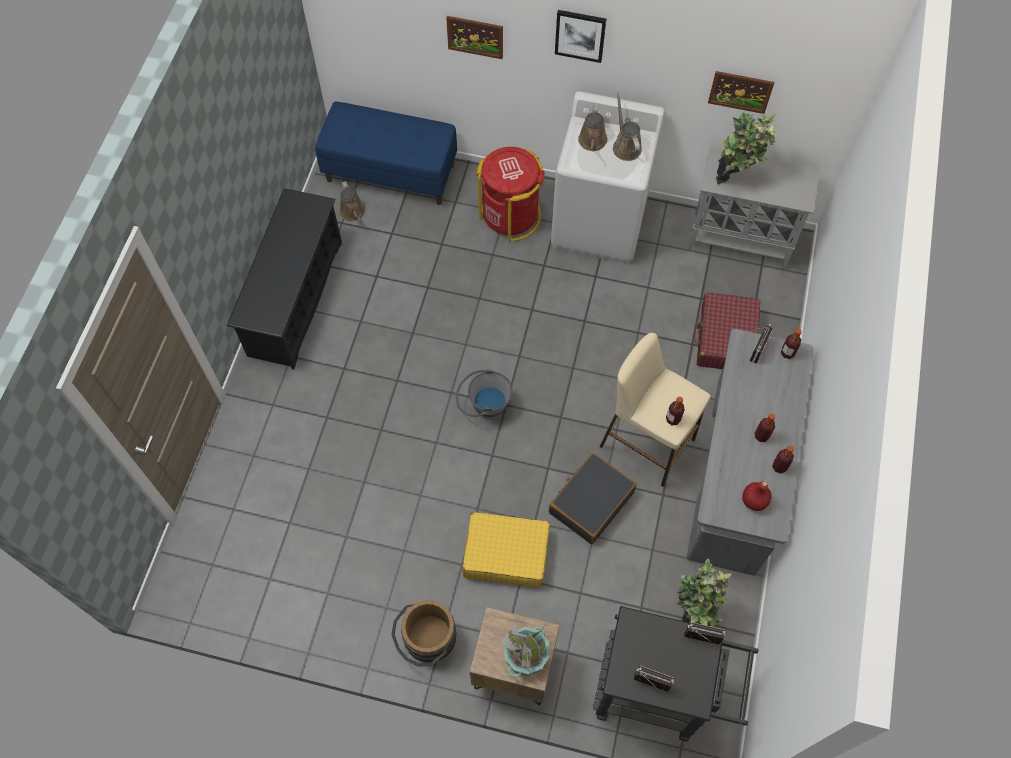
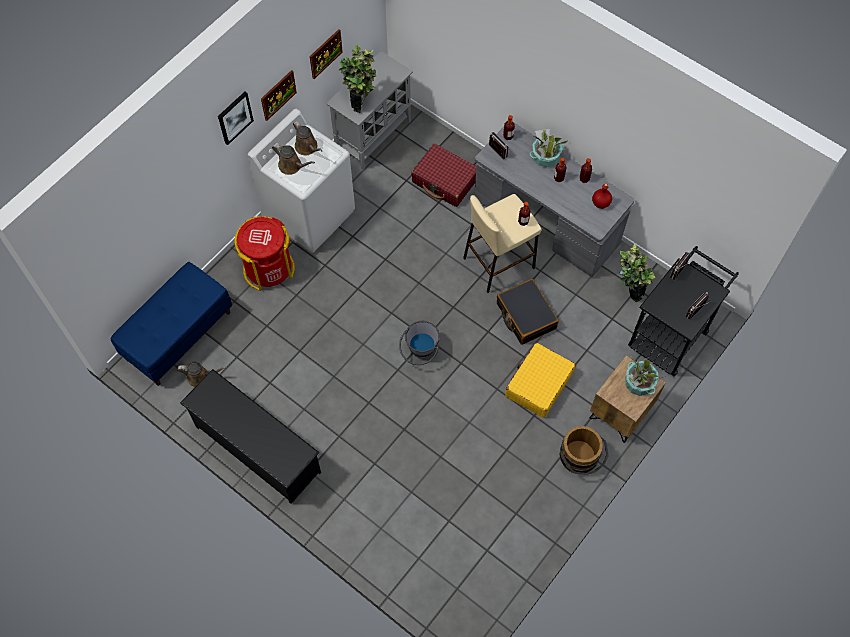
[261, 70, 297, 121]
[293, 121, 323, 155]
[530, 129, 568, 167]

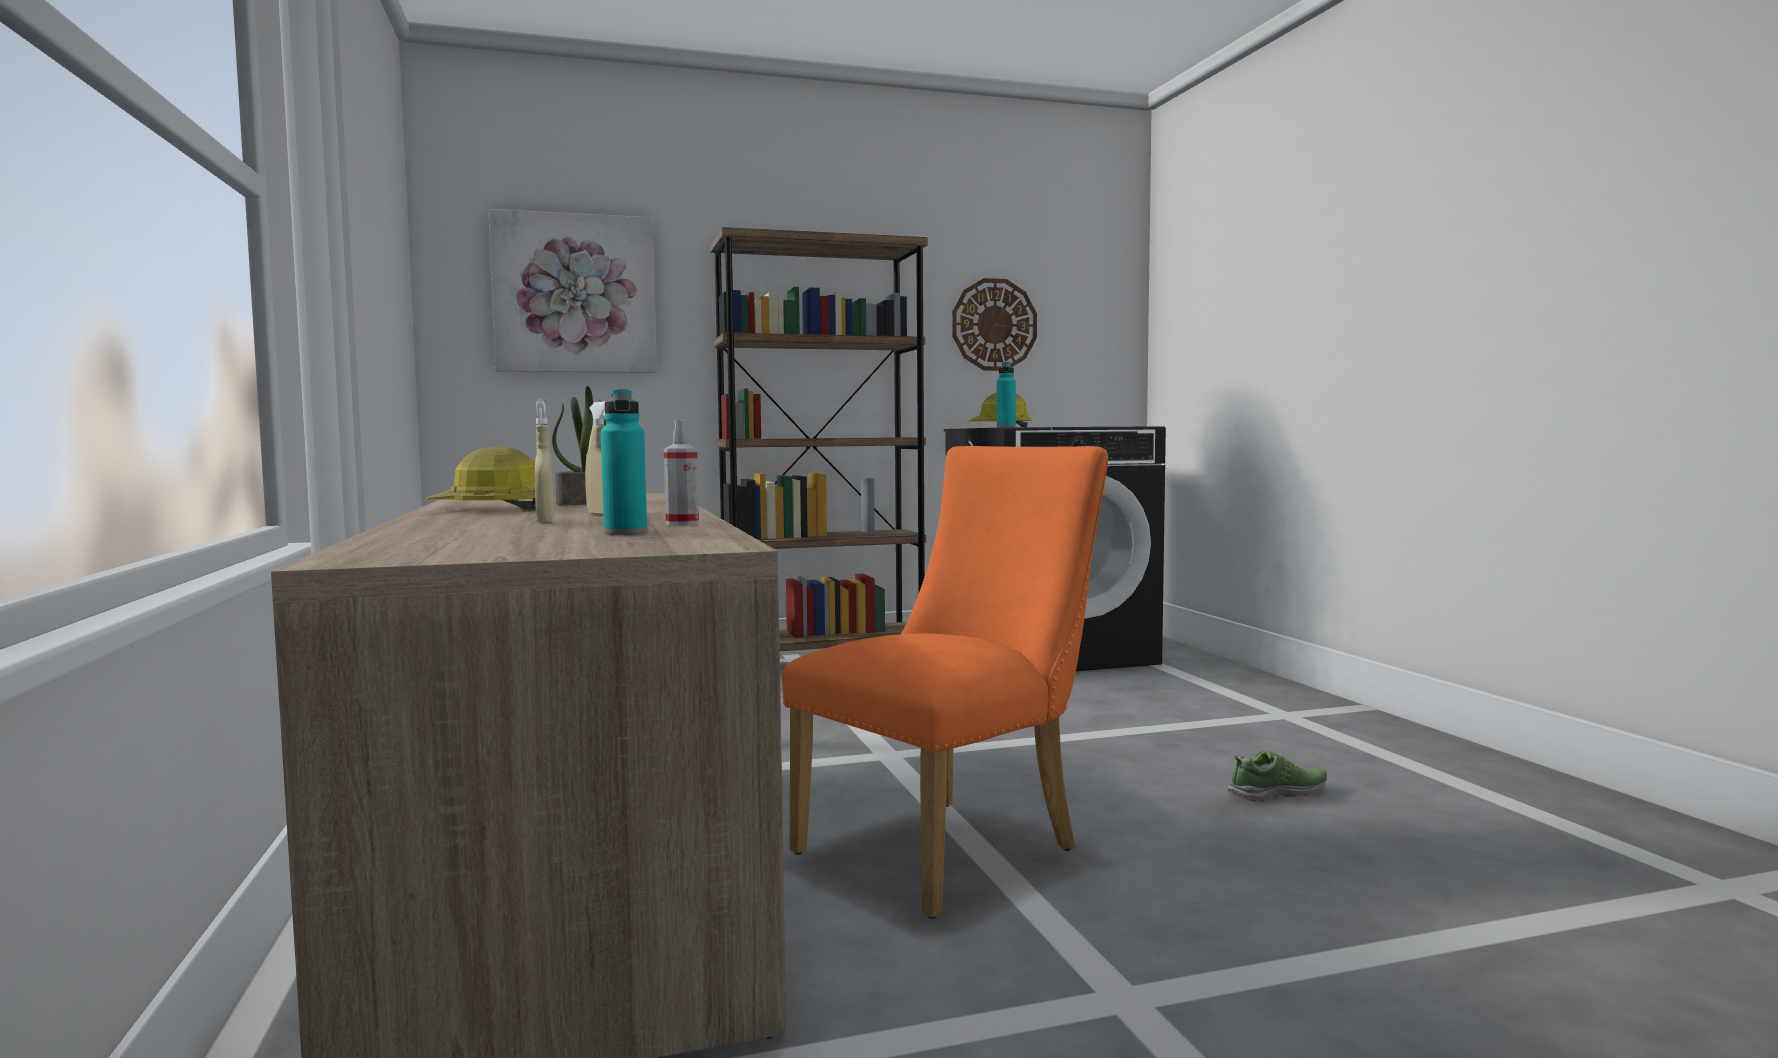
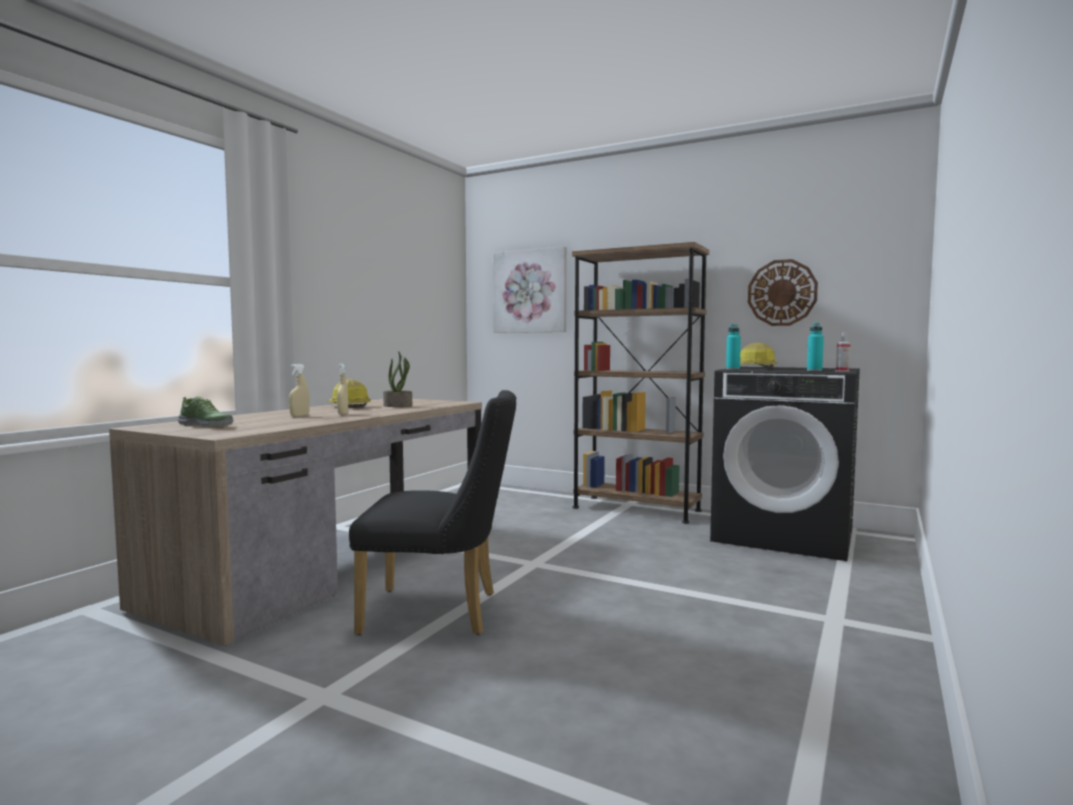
[807, 323, 824, 371]
[836, 332, 851, 372]
[349, 390, 516, 635]
[178, 397, 233, 427]

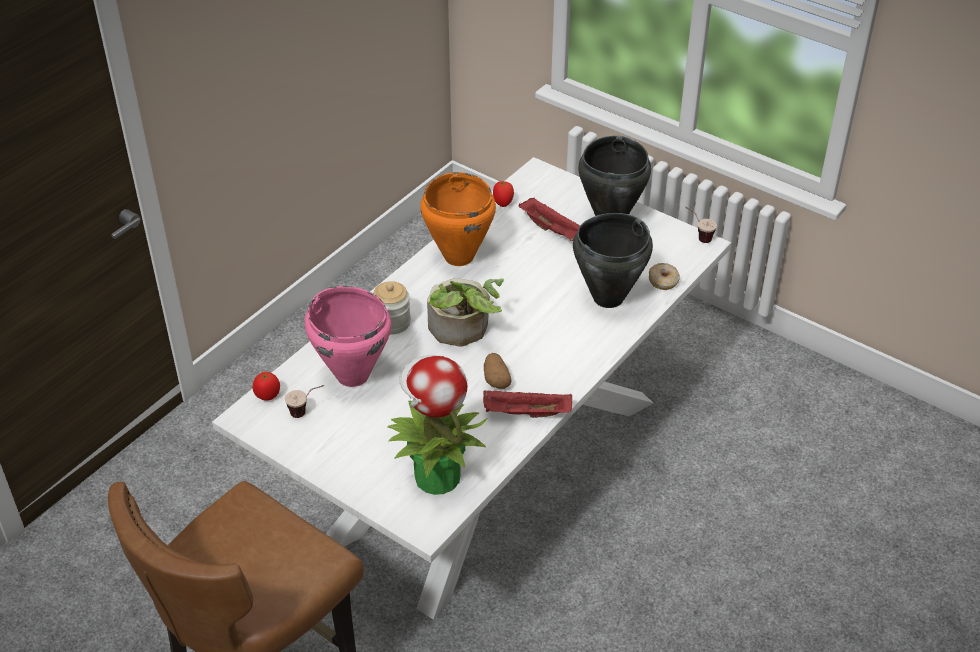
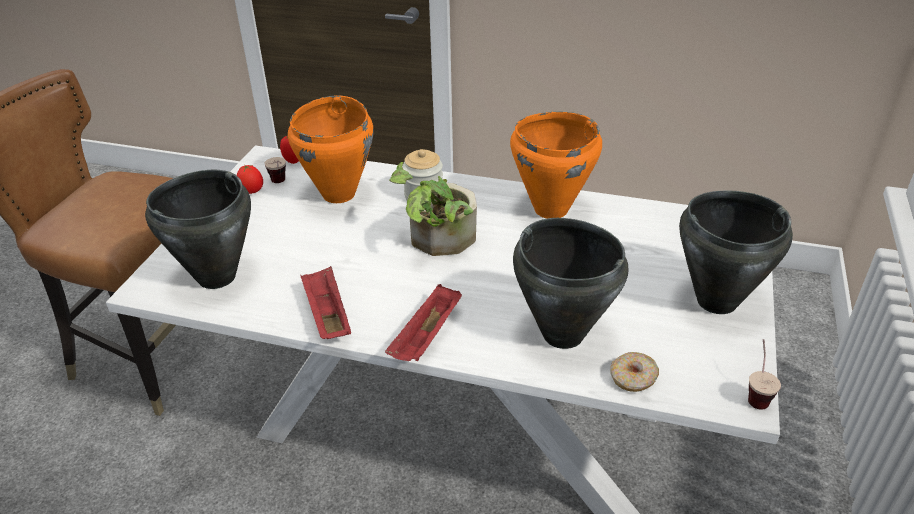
[237, 165, 263, 194]
[385, 284, 462, 361]
[288, 95, 374, 203]
[484, 353, 511, 389] (first image)
[145, 170, 251, 289]

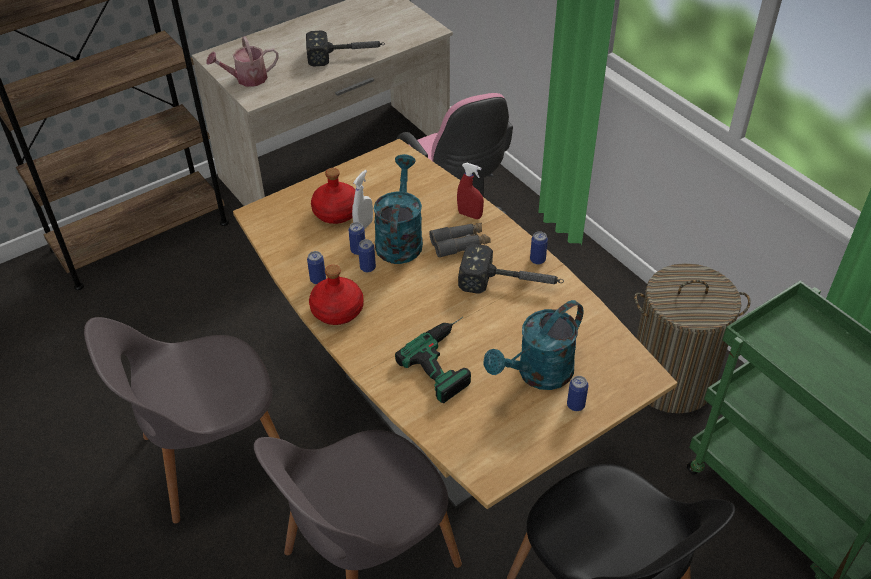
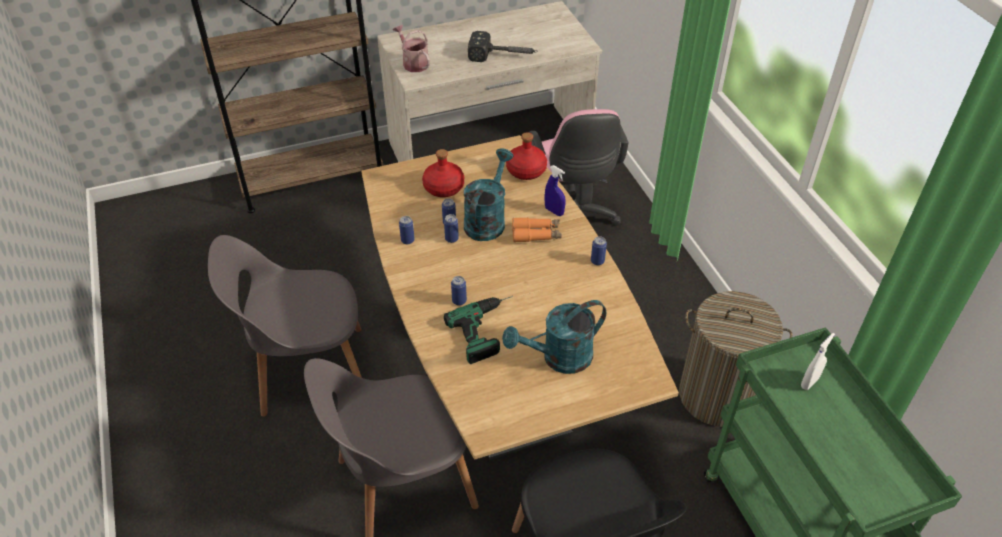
[393, 25, 430, 72]
[545, 165, 566, 216]
[801, 333, 835, 390]
[512, 218, 561, 242]
[458, 244, 564, 294] (first image)
[506, 132, 547, 180]
[451, 276, 467, 306]

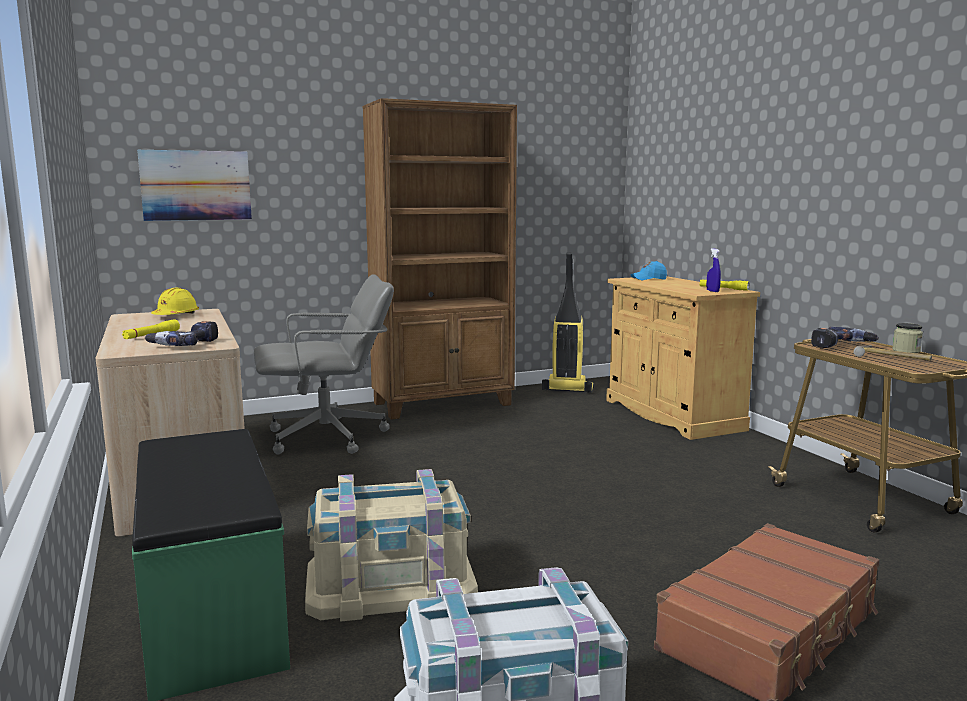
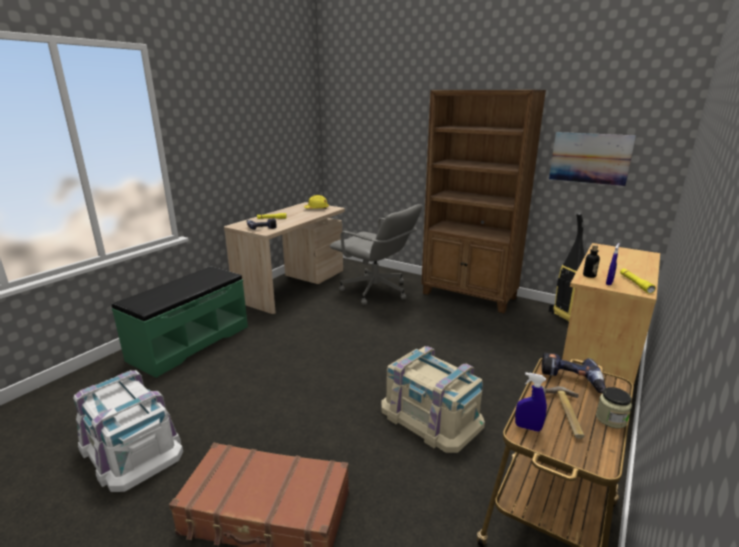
[549, 132, 636, 186]
[631, 261, 667, 280] (first image)
[381, 346, 485, 453]
[583, 245, 600, 278]
[515, 372, 547, 432]

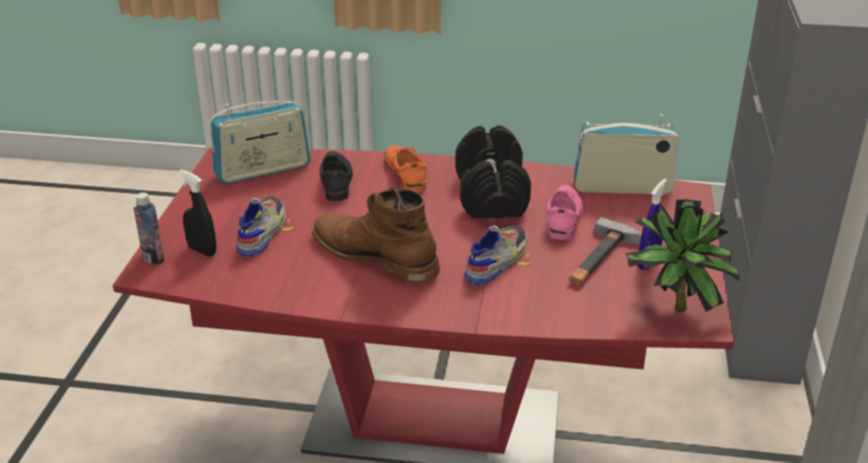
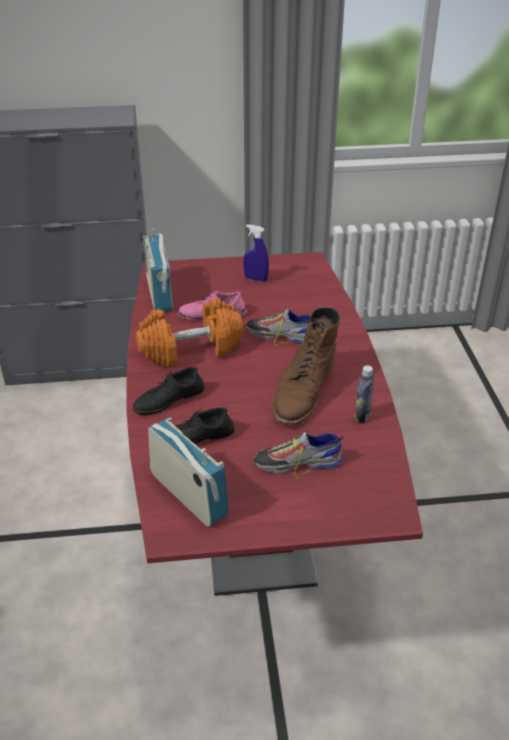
[136, 299, 244, 367]
[133, 366, 204, 415]
[179, 170, 216, 256] (first image)
[355, 365, 375, 424]
[626, 200, 739, 312] (first image)
[569, 217, 642, 285] (first image)

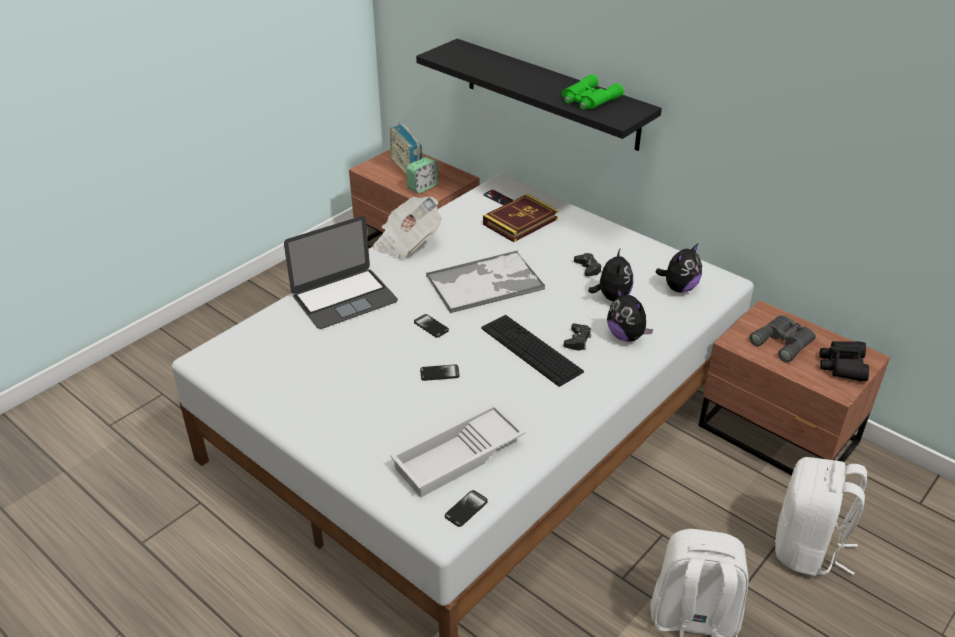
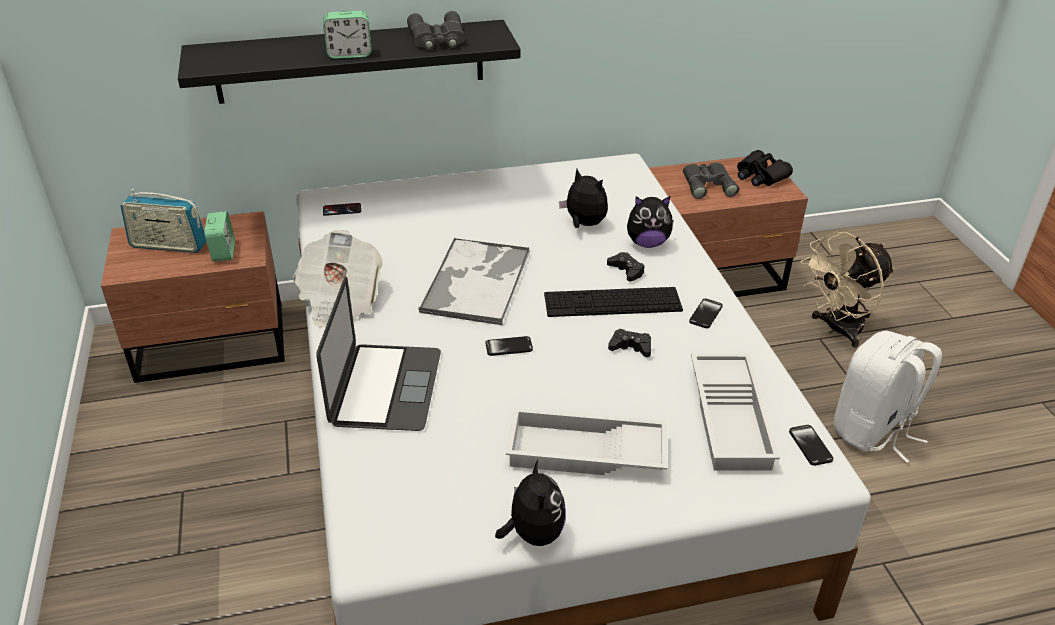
[407, 11, 465, 50]
[483, 194, 558, 242] (first image)
[495, 460, 566, 546]
[608, 329, 651, 357]
[689, 299, 723, 328]
[800, 232, 895, 348]
[323, 11, 371, 59]
[506, 408, 667, 475]

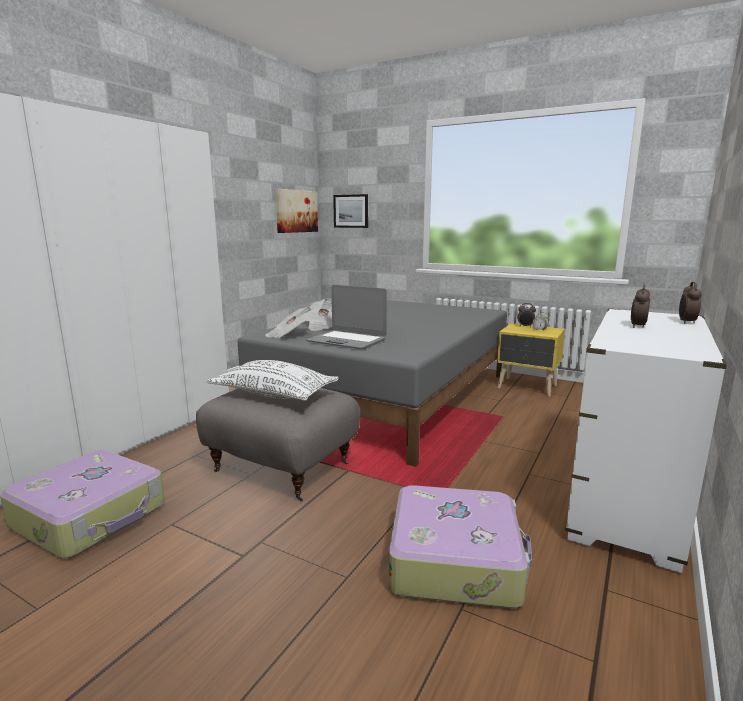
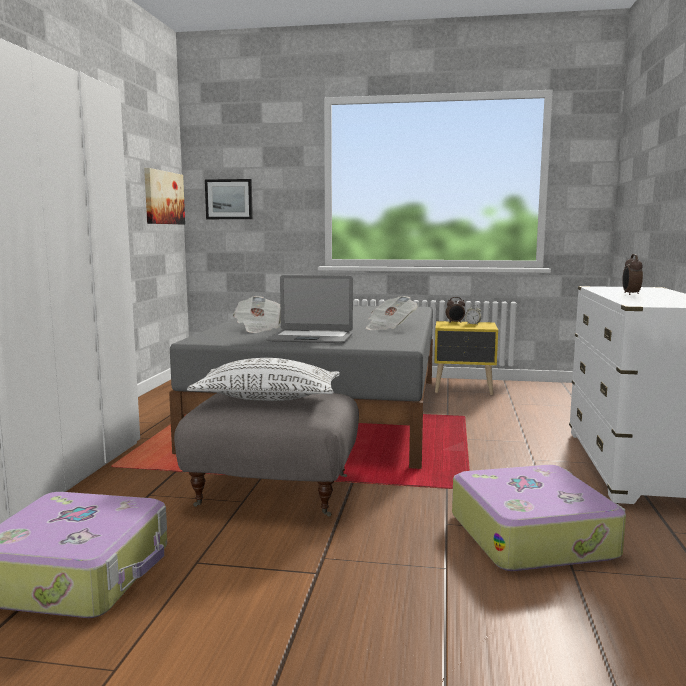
[679, 282, 701, 324] (first image)
[366, 296, 417, 330]

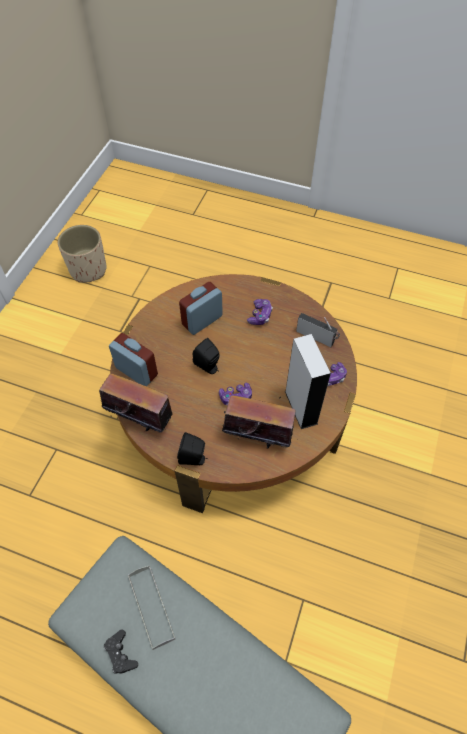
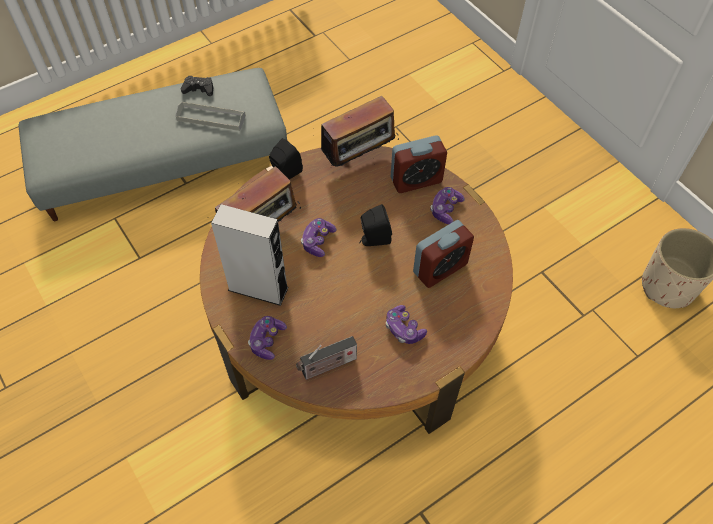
[413, 220, 474, 288]
[430, 187, 465, 224]

